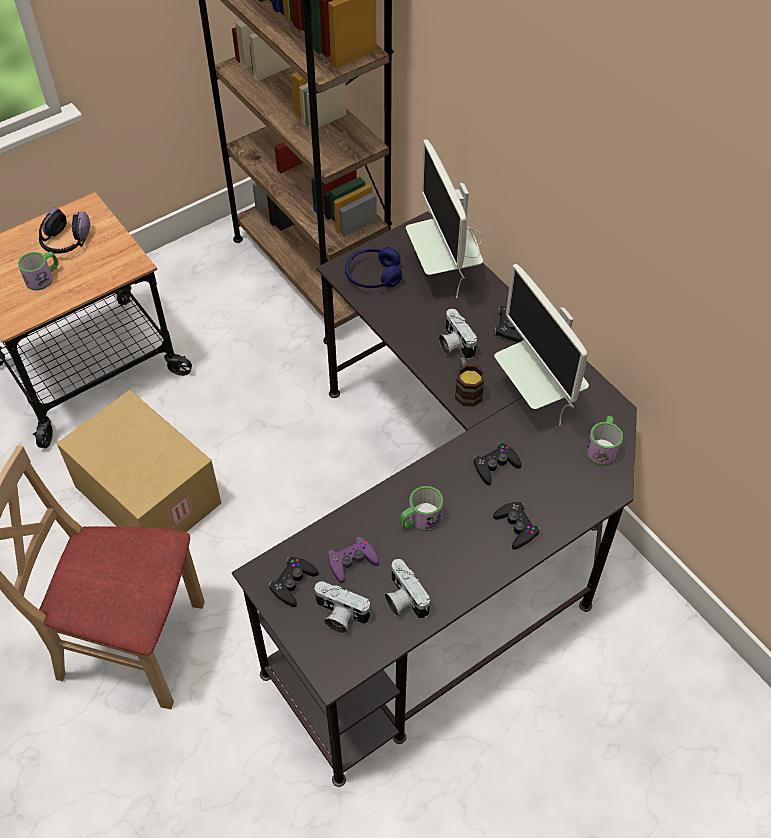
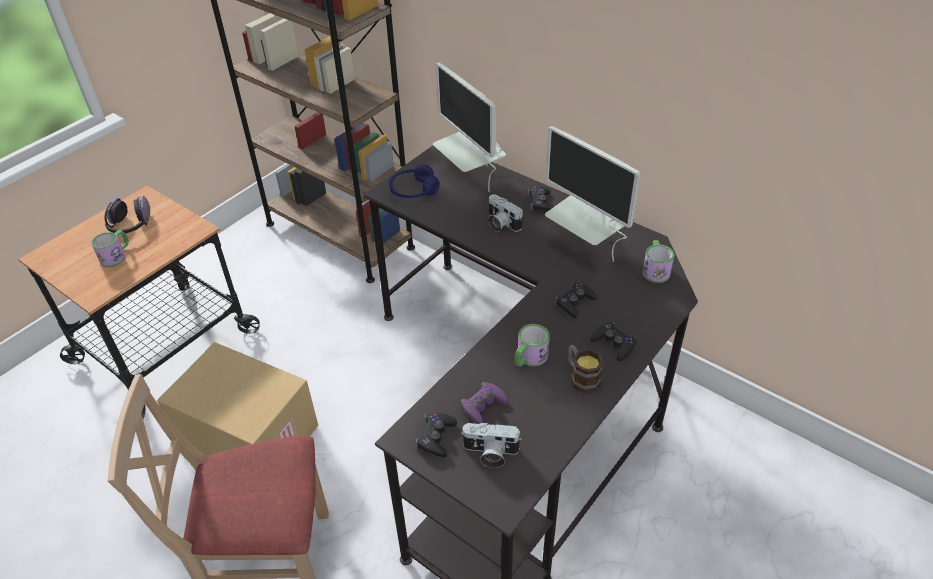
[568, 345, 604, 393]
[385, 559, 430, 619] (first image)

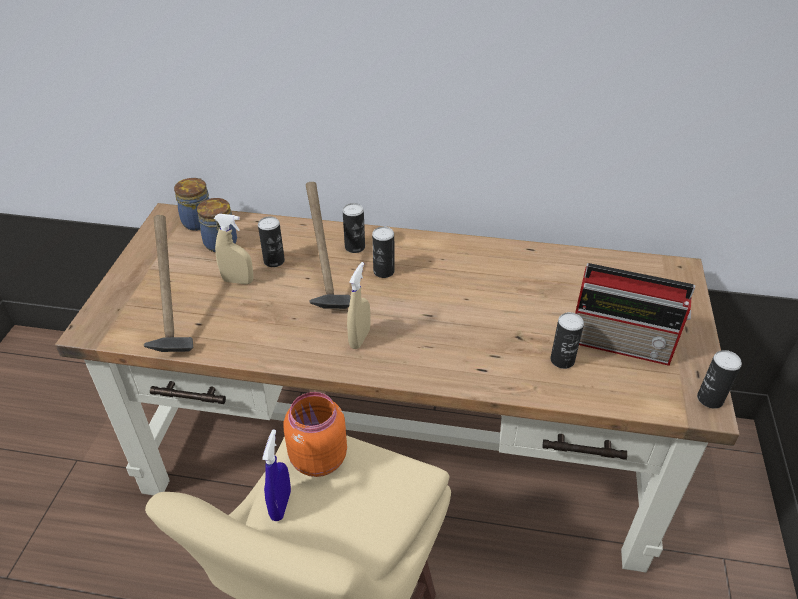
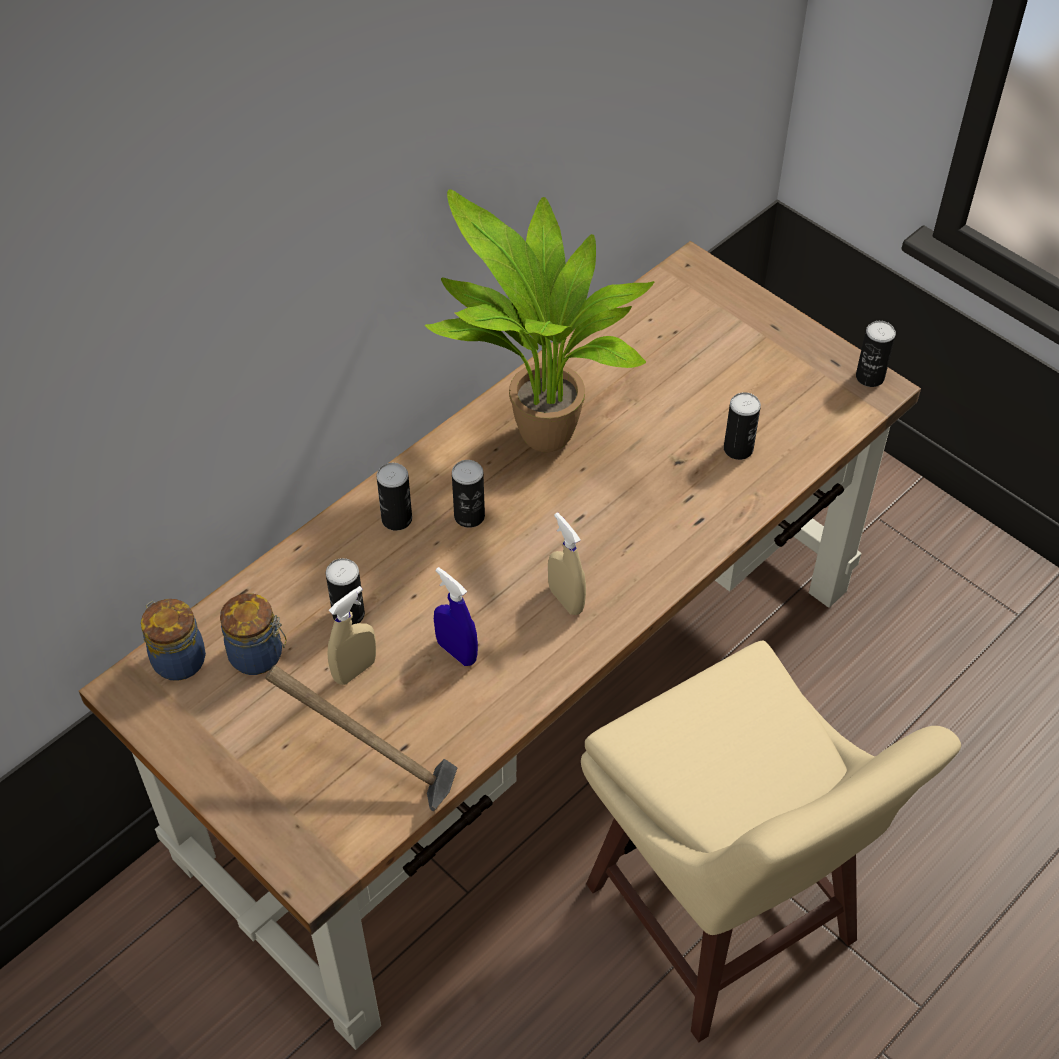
[306, 182, 351, 309] (first image)
[575, 263, 695, 366] (first image)
[283, 392, 347, 477] (first image)
[434, 567, 478, 666]
[425, 189, 654, 452]

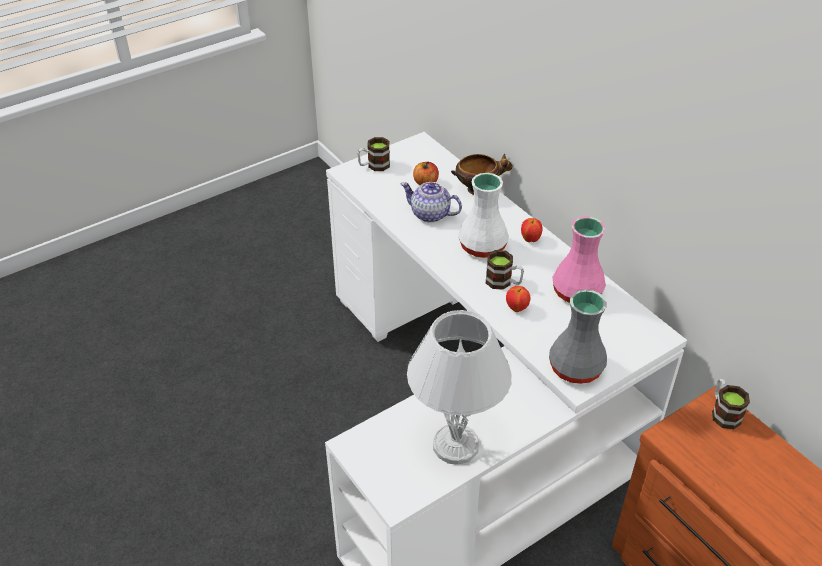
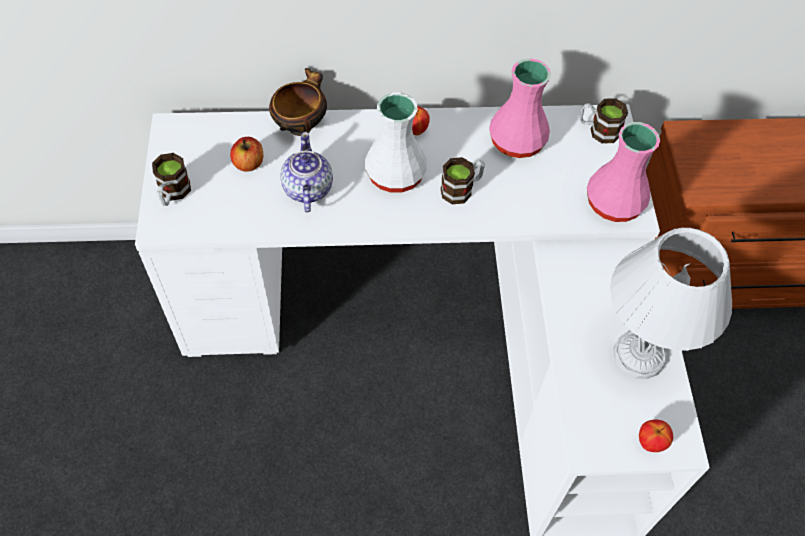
[280, 132, 333, 212]
[639, 420, 673, 452]
[587, 122, 660, 222]
[580, 98, 628, 144]

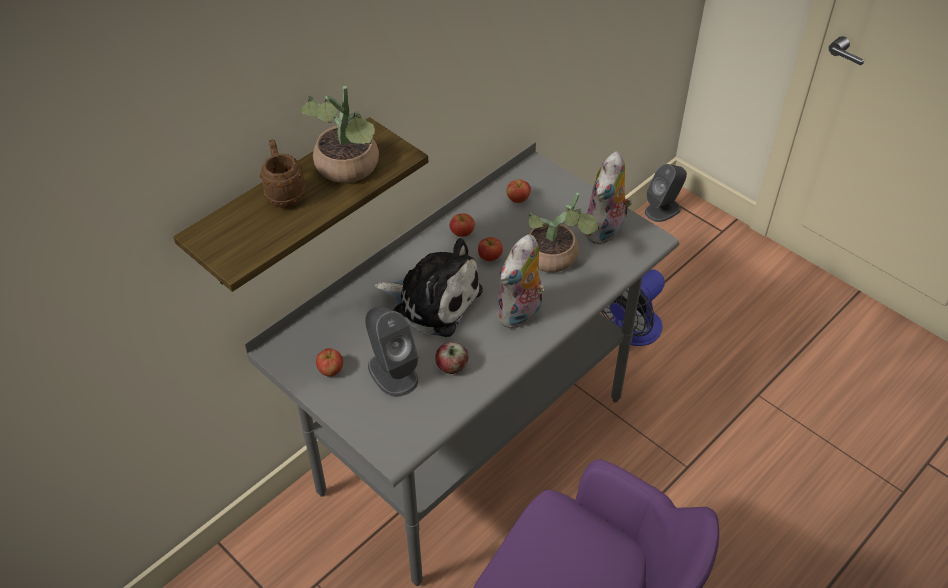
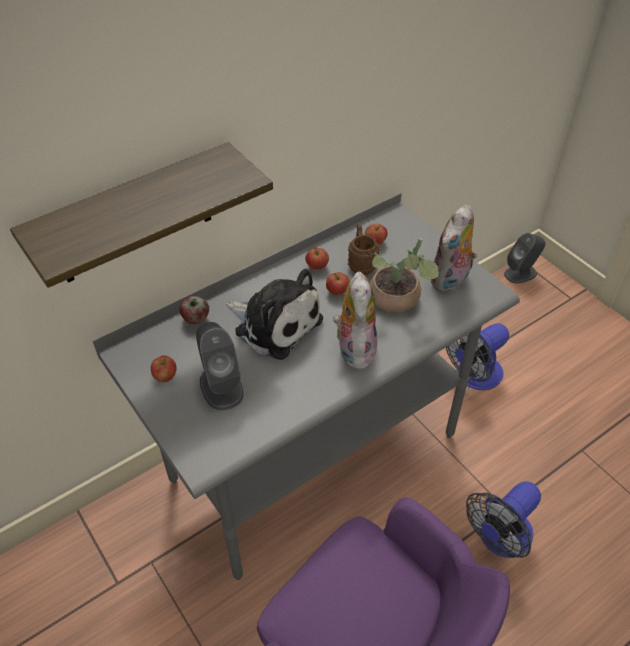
[301, 86, 379, 183] (first image)
[348, 223, 380, 275]
[333, 272, 377, 369]
[180, 296, 209, 324]
[466, 481, 541, 558]

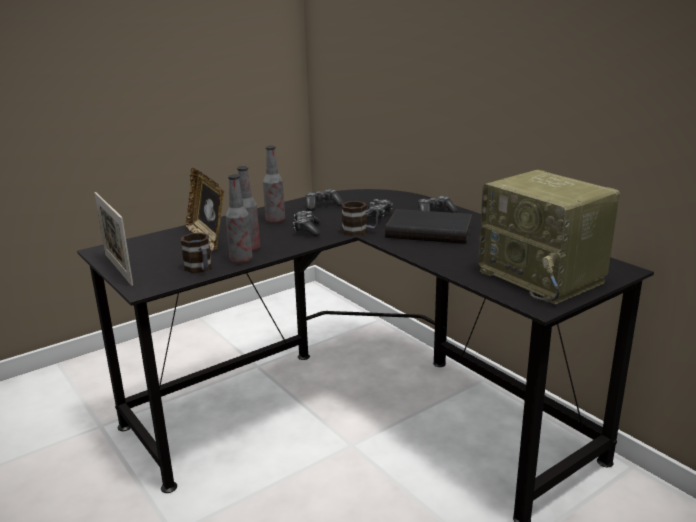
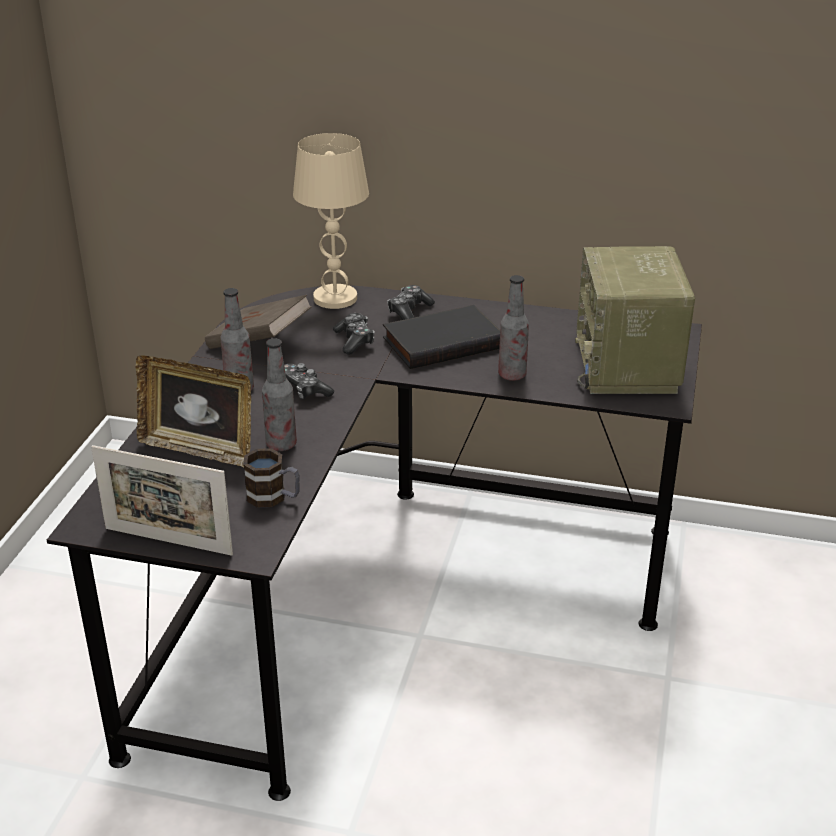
[575, 246, 695, 394]
[498, 275, 529, 381]
[205, 295, 312, 349]
[341, 201, 378, 236] (first image)
[293, 133, 369, 309]

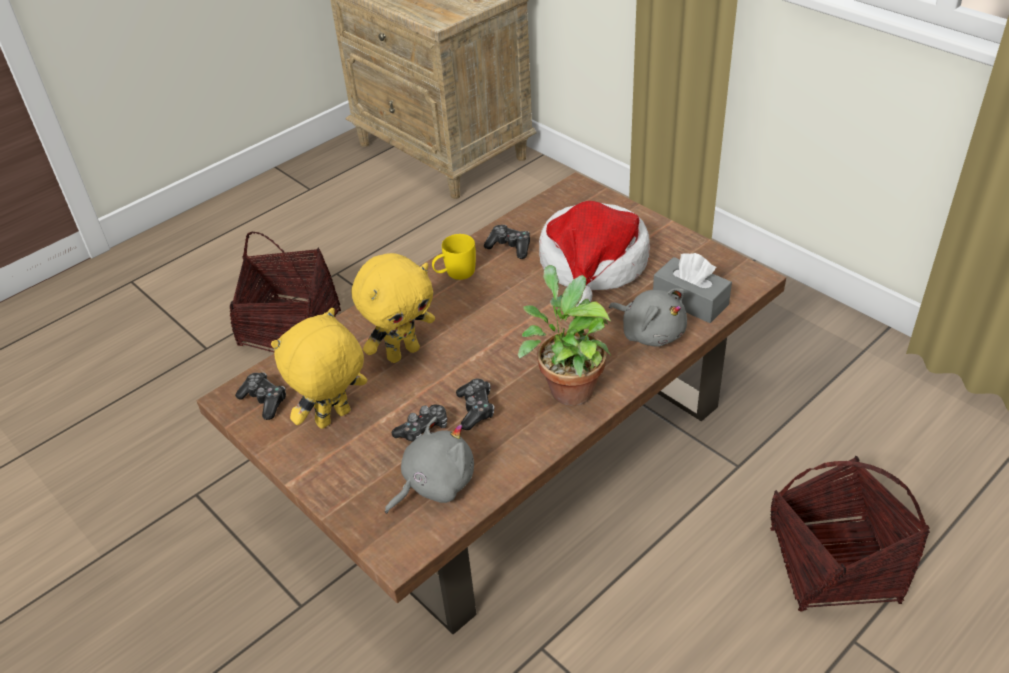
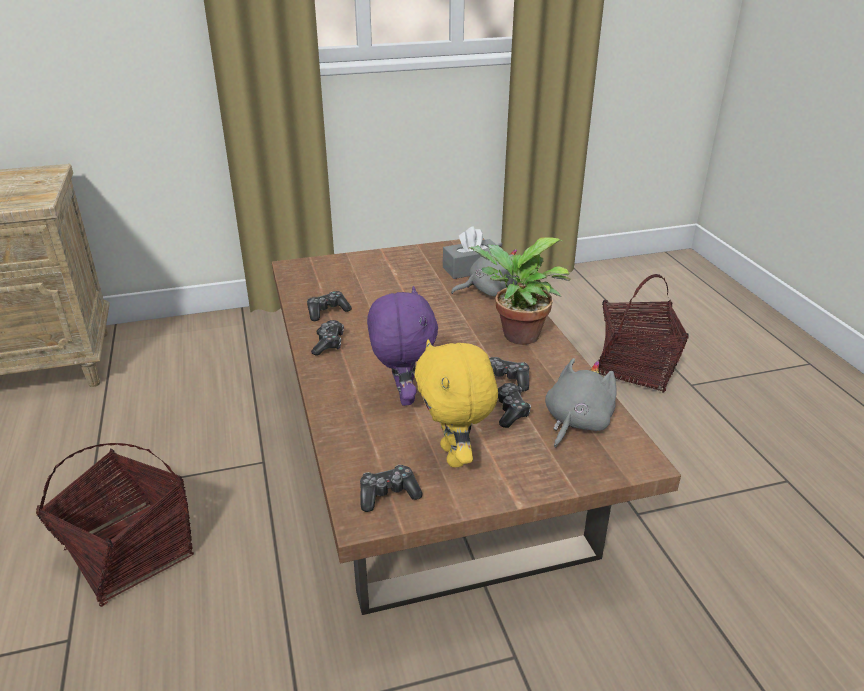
[539, 201, 650, 307] (first image)
[311, 320, 344, 356]
[367, 286, 438, 406]
[545, 358, 617, 448]

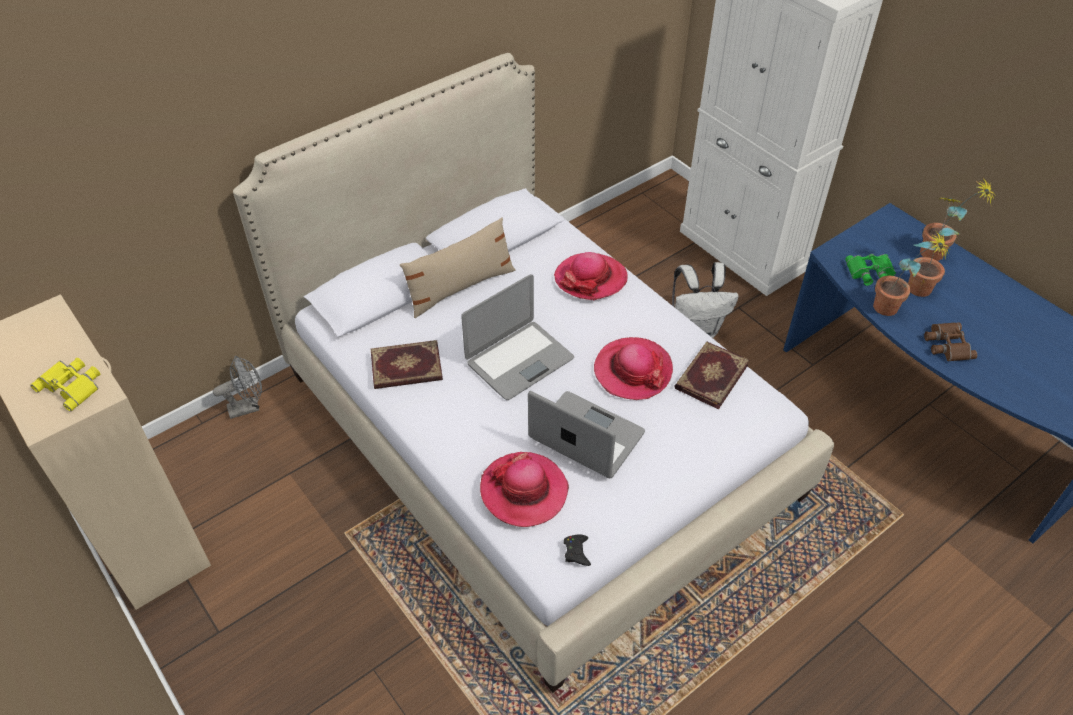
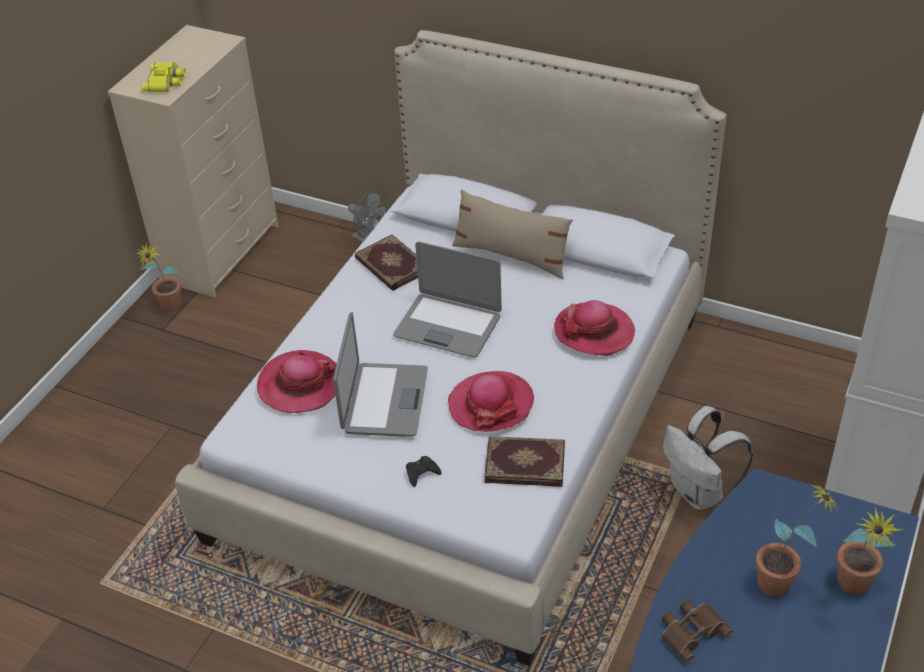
[136, 242, 182, 312]
[845, 254, 896, 286] (first image)
[406, 456, 441, 487]

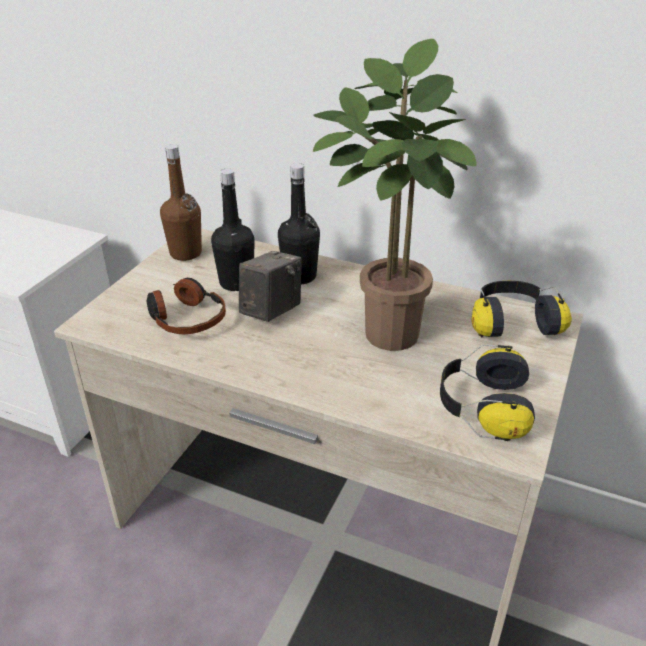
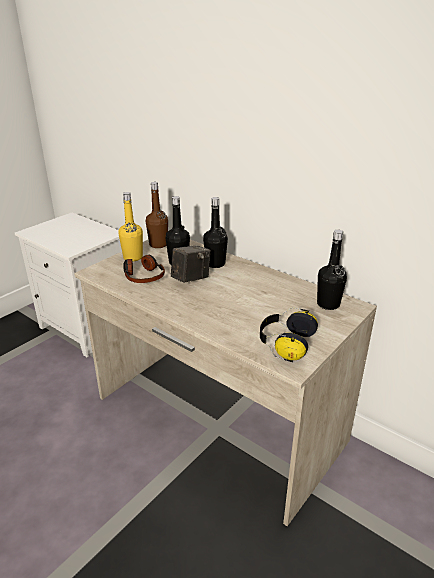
[313, 39, 477, 351] (first image)
[317, 230, 347, 310]
[118, 192, 143, 262]

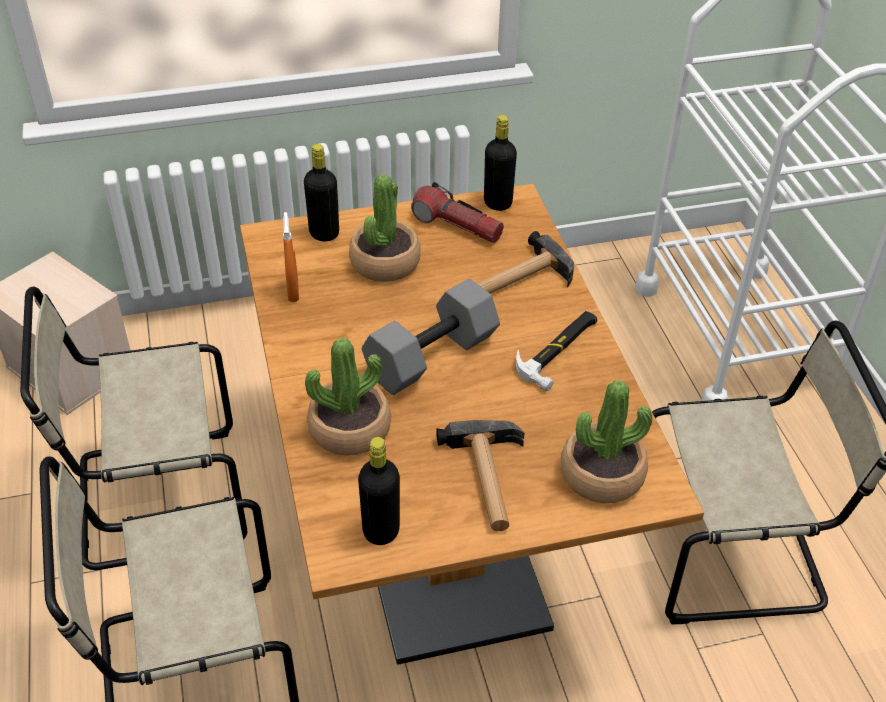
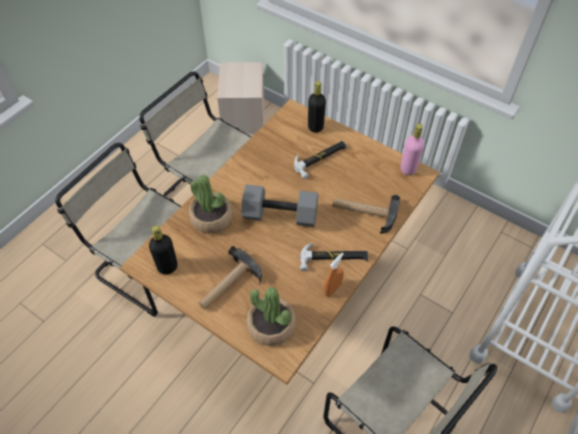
[401, 124, 424, 175]
[294, 141, 347, 179]
[411, 182, 504, 243] (first image)
[324, 253, 344, 297]

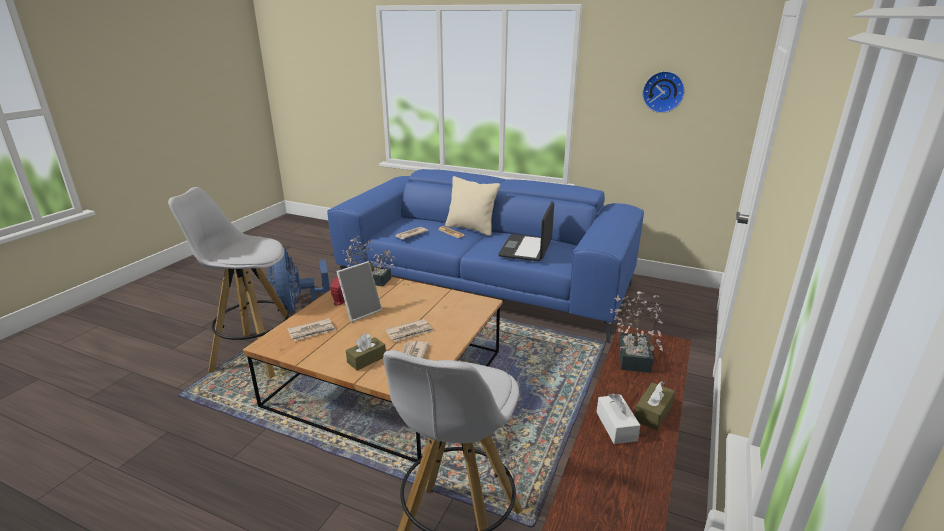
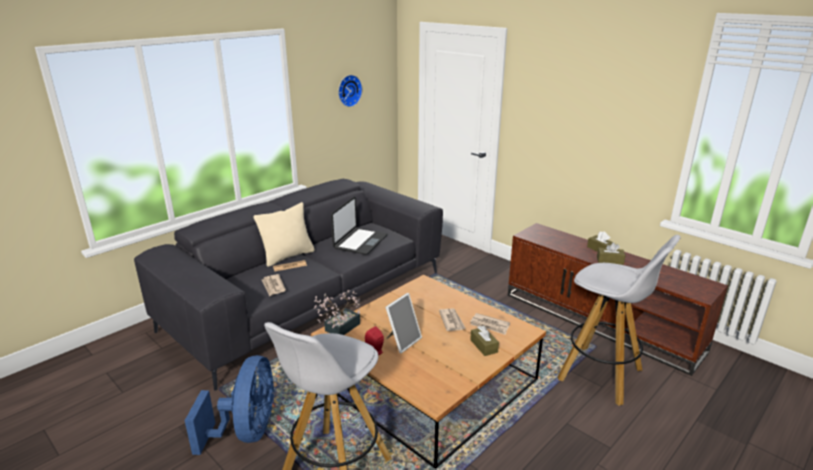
[134, 179, 443, 391]
[331, 197, 387, 255]
[185, 355, 275, 455]
[385, 293, 422, 353]
[610, 291, 663, 373] (first image)
[287, 318, 337, 341] (first image)
[597, 242, 625, 265]

